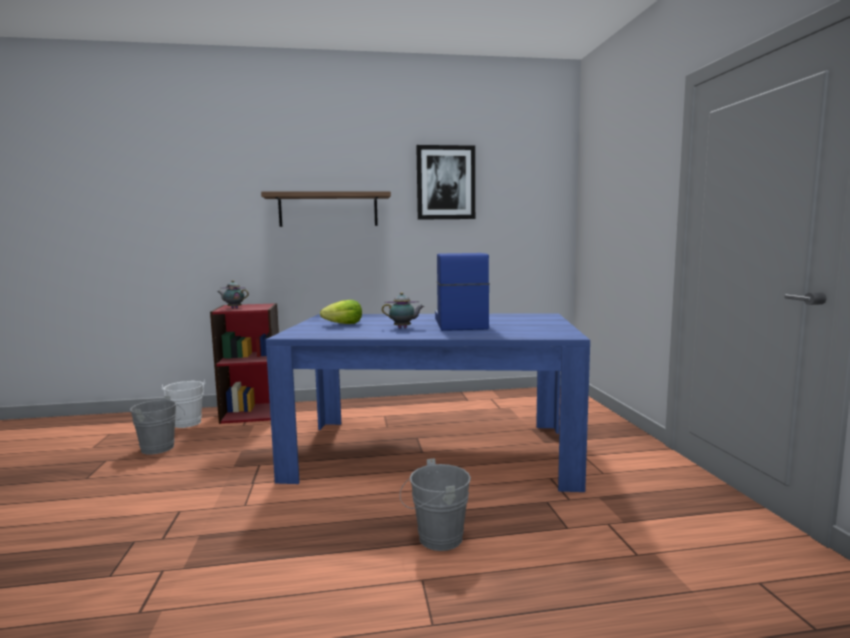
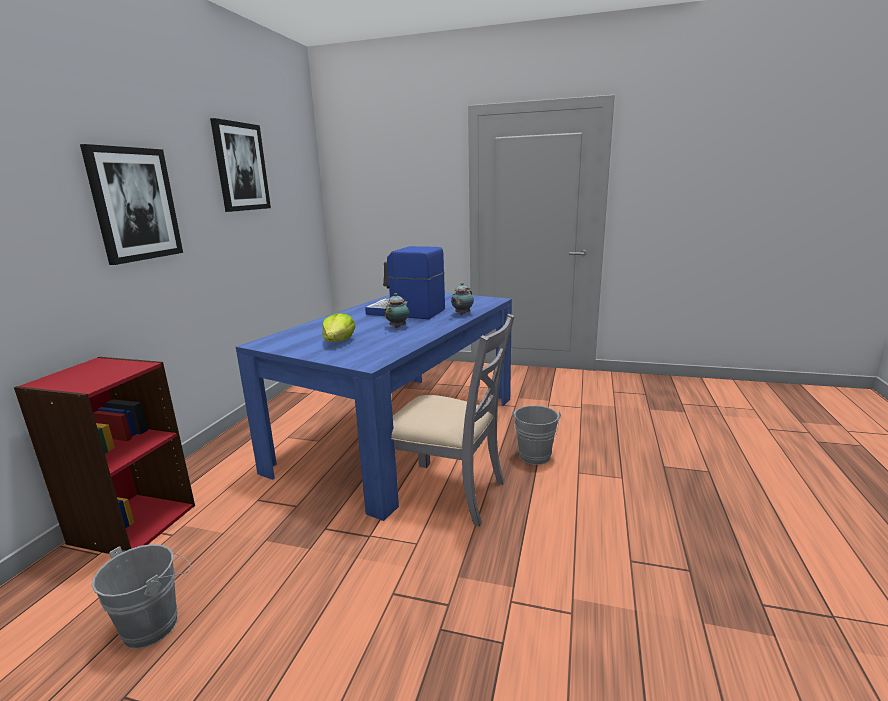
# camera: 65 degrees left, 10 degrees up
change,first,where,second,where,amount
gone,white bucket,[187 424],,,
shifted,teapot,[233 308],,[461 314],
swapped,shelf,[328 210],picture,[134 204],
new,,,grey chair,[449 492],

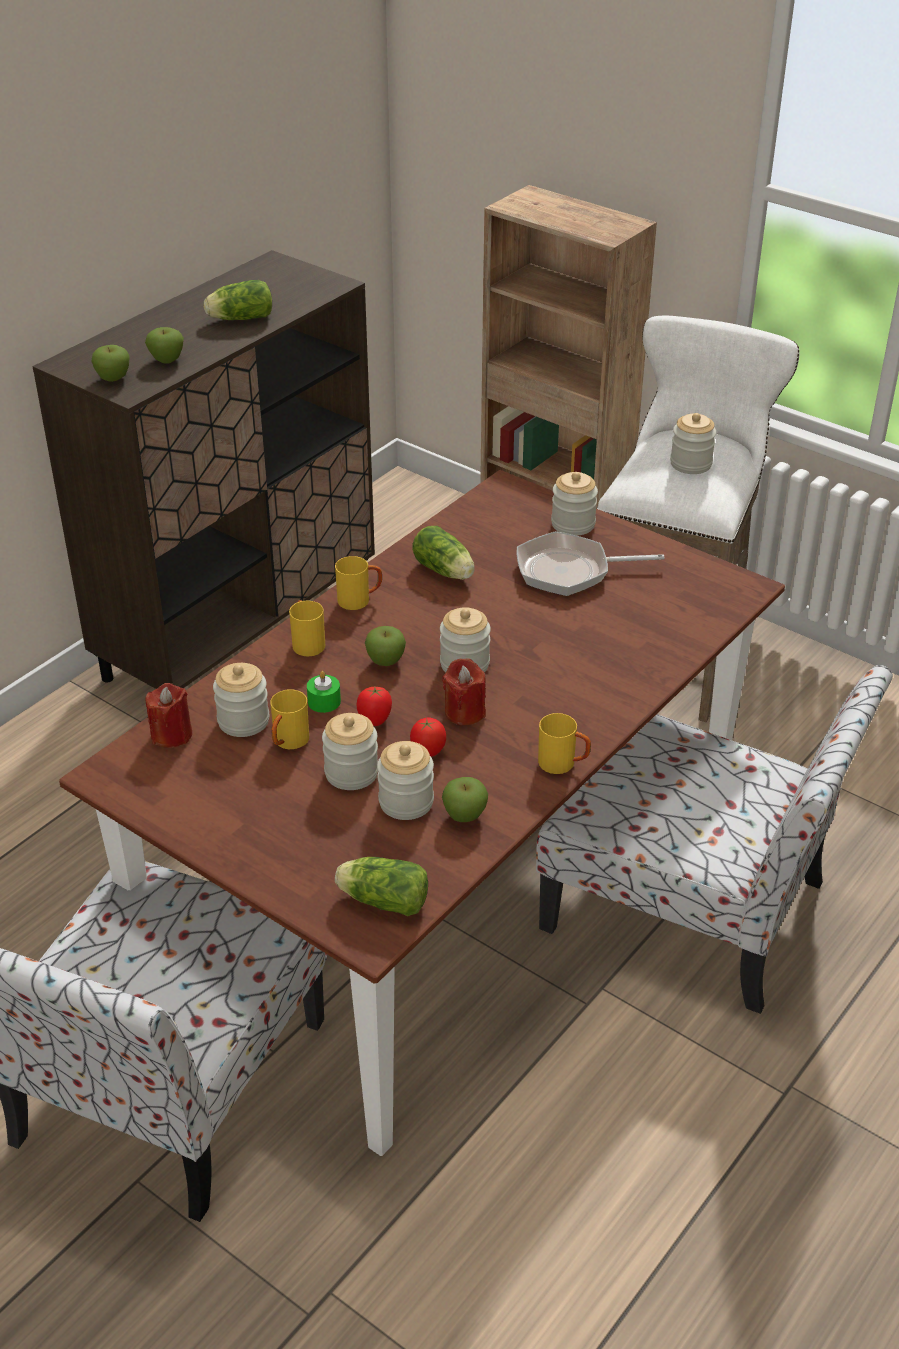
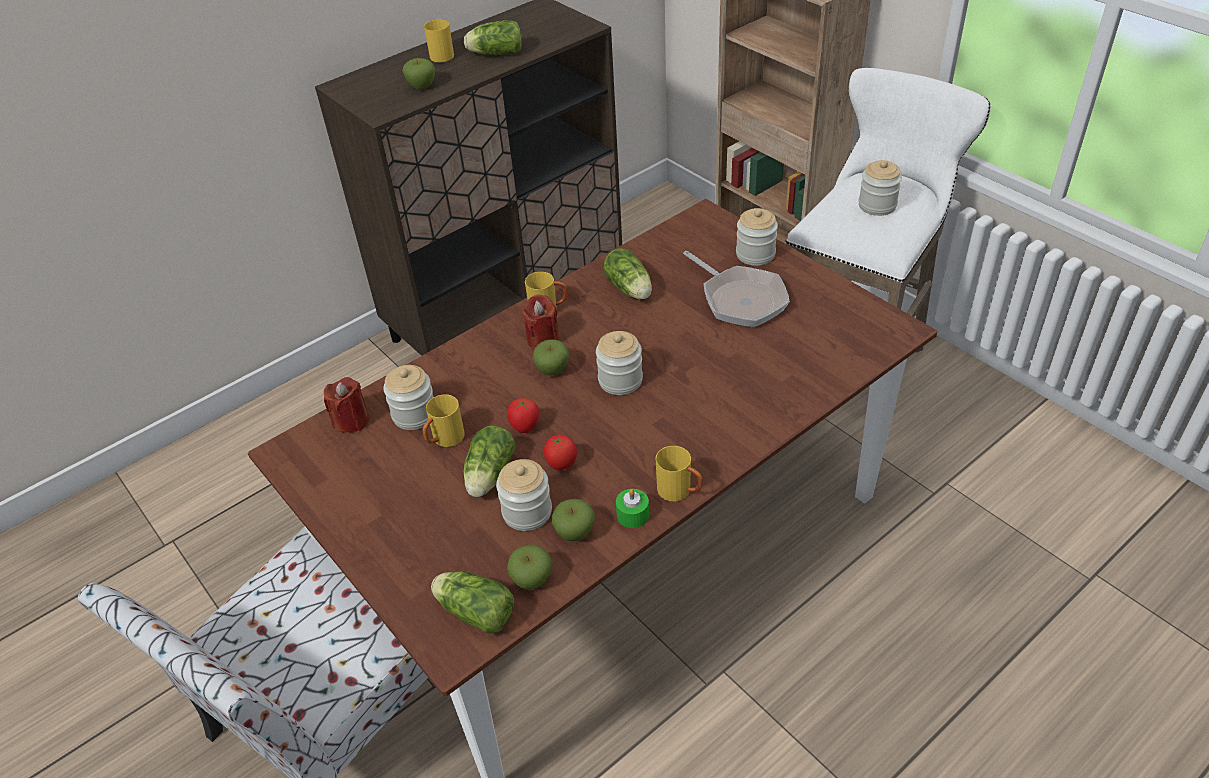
# camera: 15 degrees right, 5 degrees up
change,first,where,second,where,amount
shifted,apple,[113 378],,[532 580],
shifted,yellow mug,[307 643],,[442 55],
shifted,green candle,[324 701],,[632 515],
swapped,jar,[351 773],lettuce,[489 476],
shifted,red candle,[464 712],,[543 339],
rotated,frying pan,[570 571],,[740 299],135 degrees counterclockwise
gone,chair,[691 908],,,

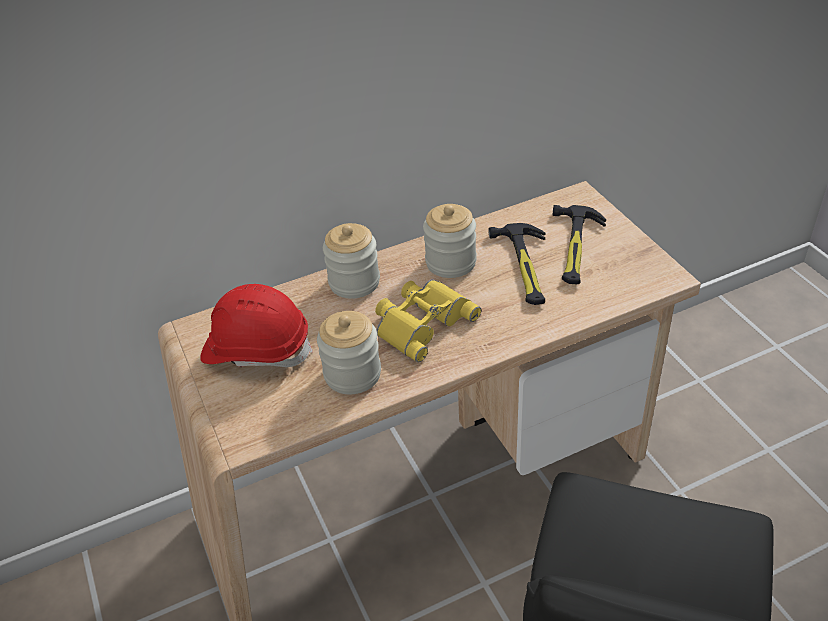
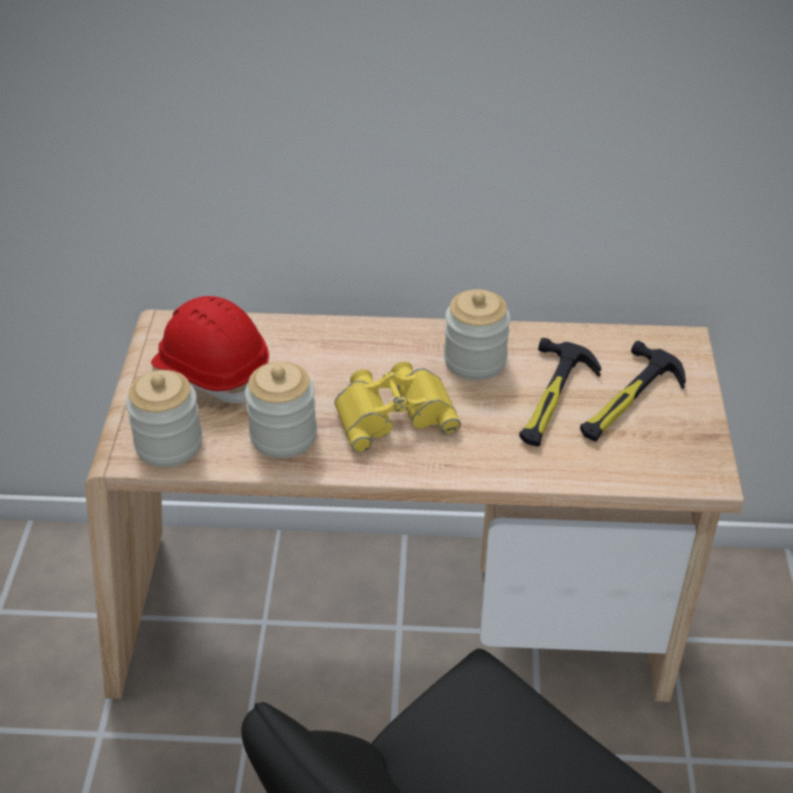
# camera: 25 degrees right, 0 degrees up
change,first,where,second,where,amount
shifted,jar,[354 282],,[169 444],

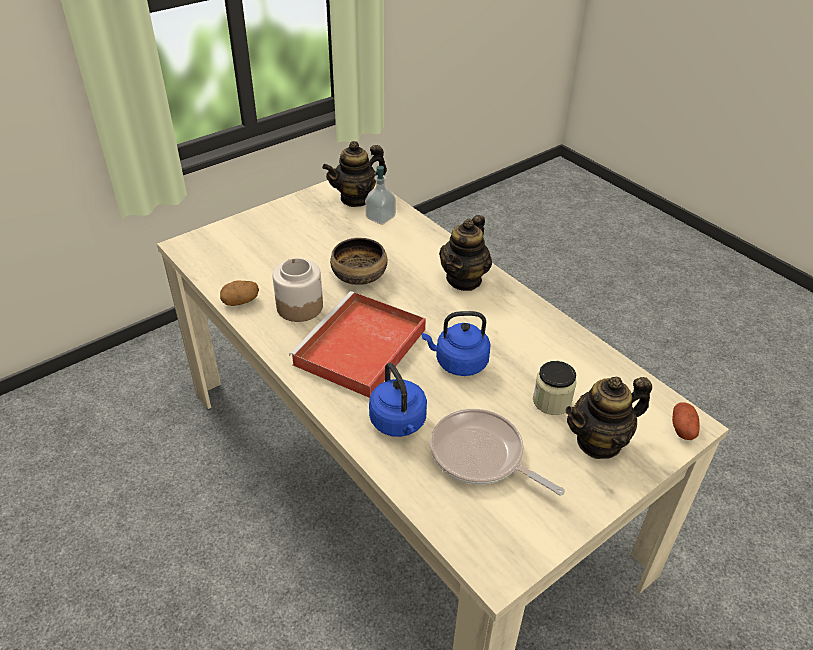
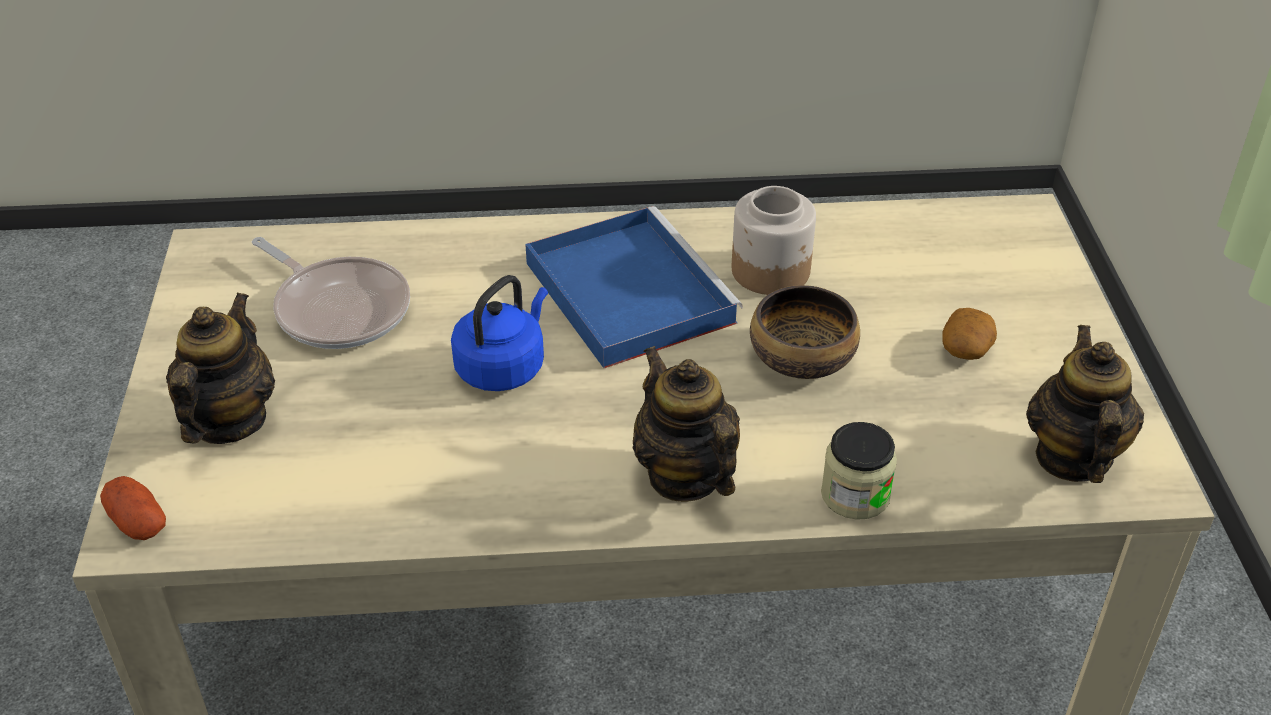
# camera: 125 degrees right, 0 degrees up
change,first,where,second,where,amount
shifted,potato,[241 300],,[966 349],
repainted,red tray,[359 349],blue tray,[626 290],
gone,soap dispenser,[380 218],,,
gone,blue kettle,[399 423],,,
rotated,frying pan,[481 456],,[338 308],60 degrees clockwise
shifted,jar,[551 401],,[855 495],

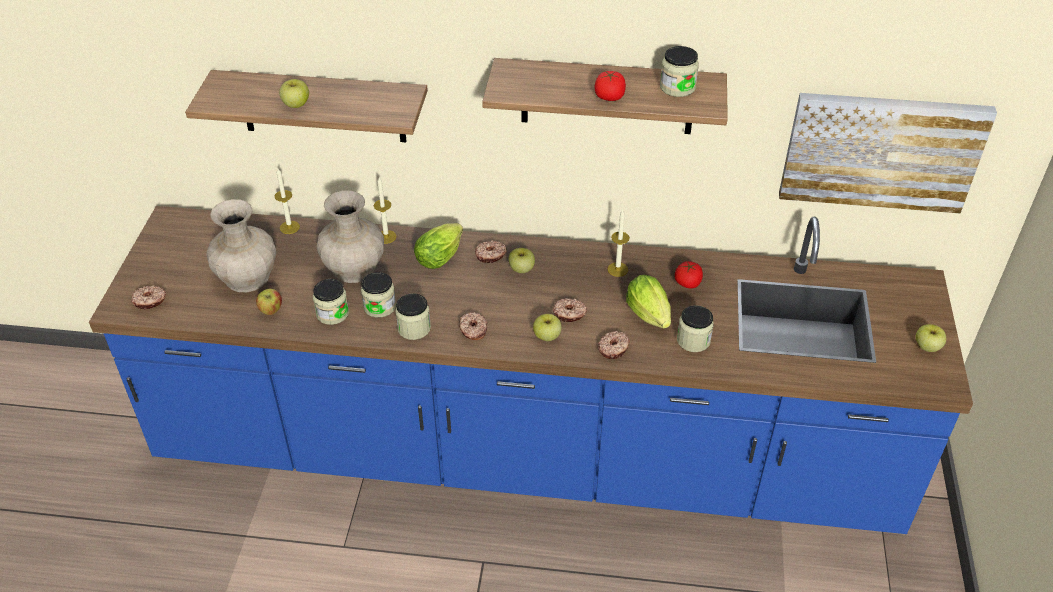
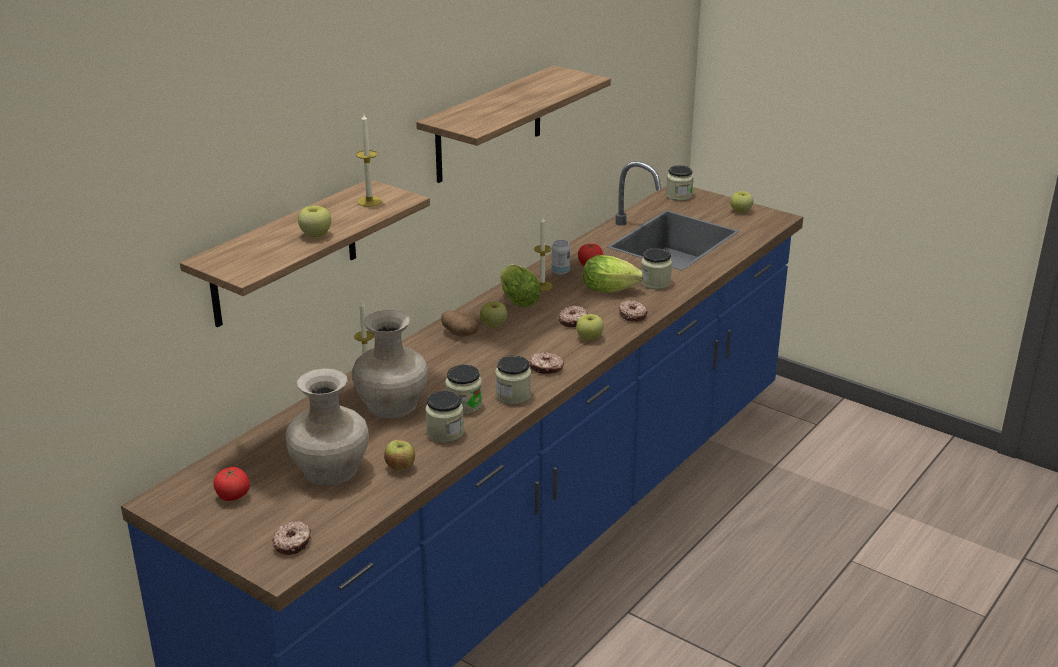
# camera: 60 degrees left, 15 degrees down
change,first,where,second,where,amount
shifted,candle,[289 227],,[369 201],
shifted,lettuce,[441 256],,[516 299],
swapped,donut,[491 255],potato,[458 333],
shifted,tomato,[609 97],,[233 496],
shifted,jar,[677 87],,[678 196],
gone,picture,[881 151],,,
new,,,can,[560 272],

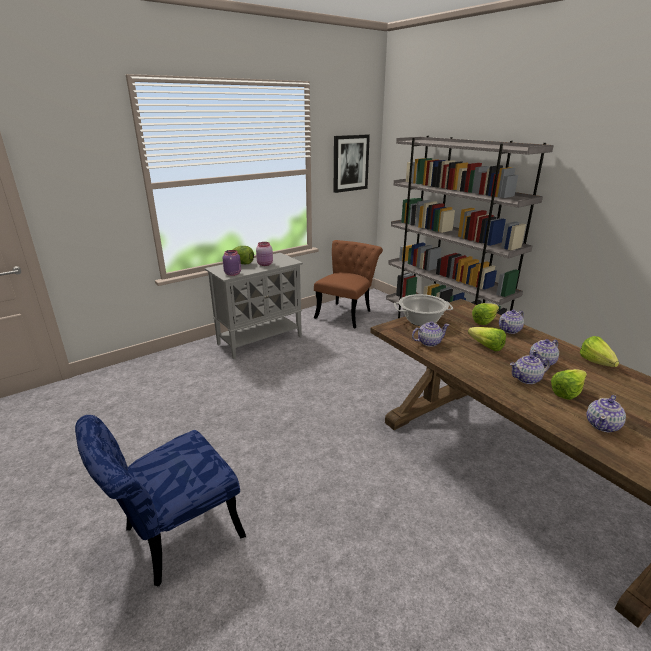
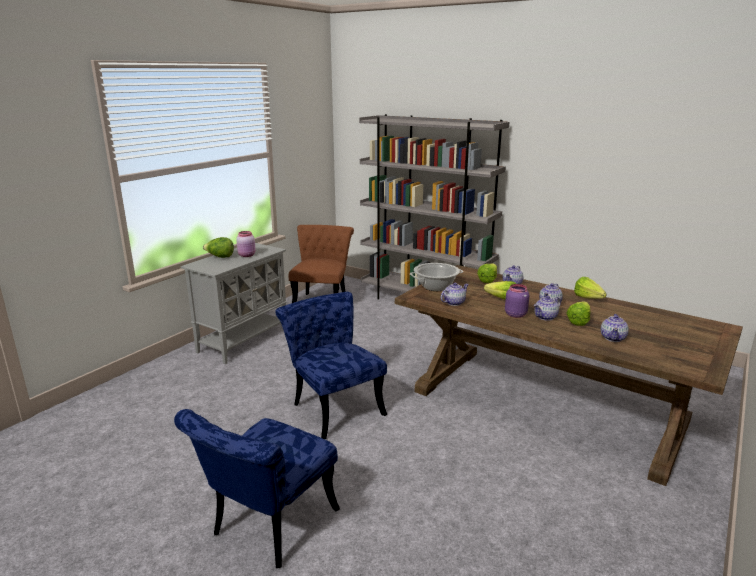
# camera: 20 degrees left, 5 degrees down
change,first,where,second,where,amount
shifted,purple jar,[233 273],,[515 314],
gone,picture,[350 163],,,
new,,,blue chair,[333 406],

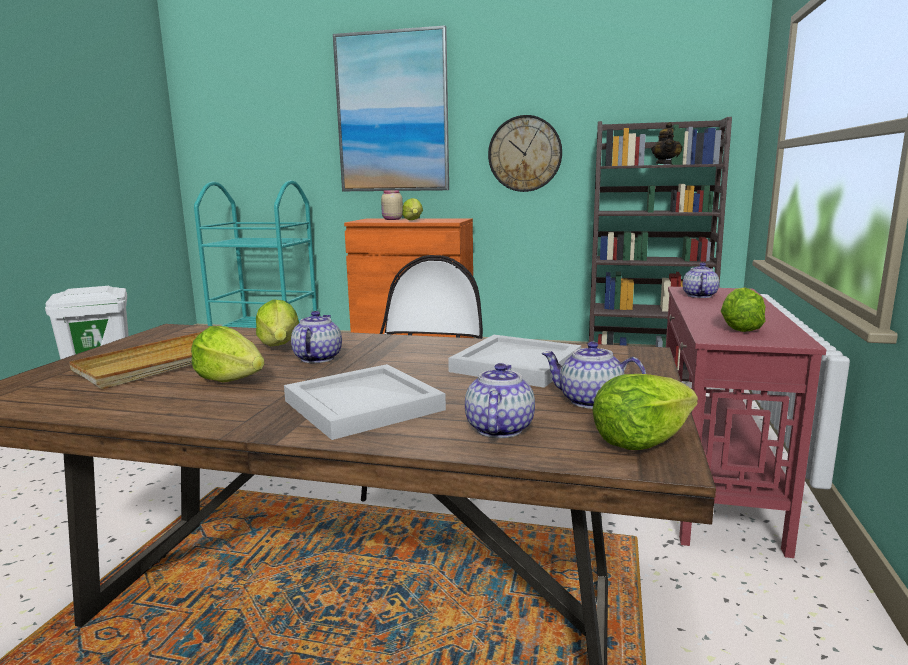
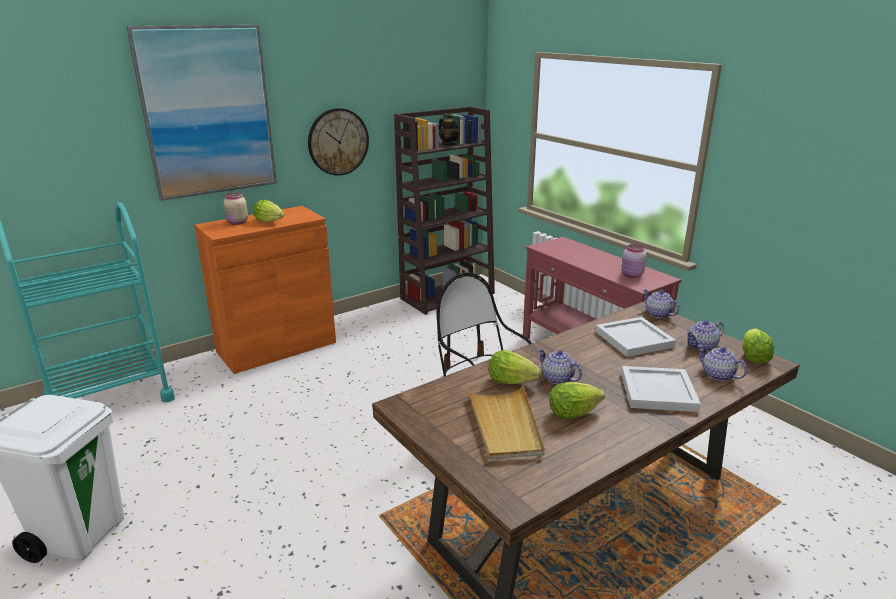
# camera: 50 degrees left, 10 degrees up
change,first,where,second,where,amount
shifted,teapot,[699 295],,[657 314],
swapped,lettuce,[739 328],pink jar,[632 275],

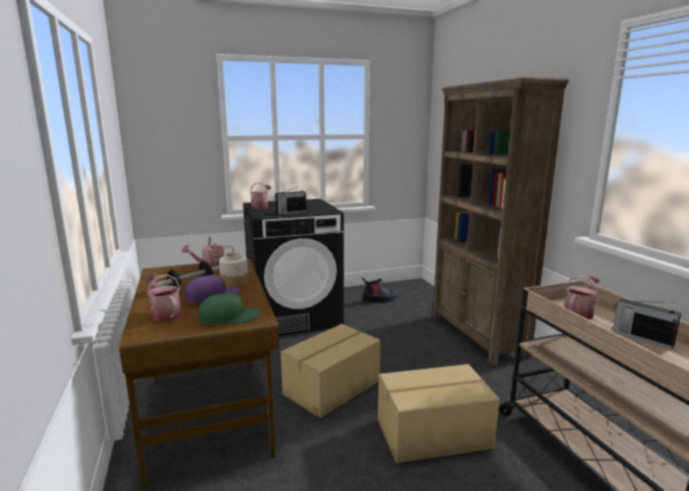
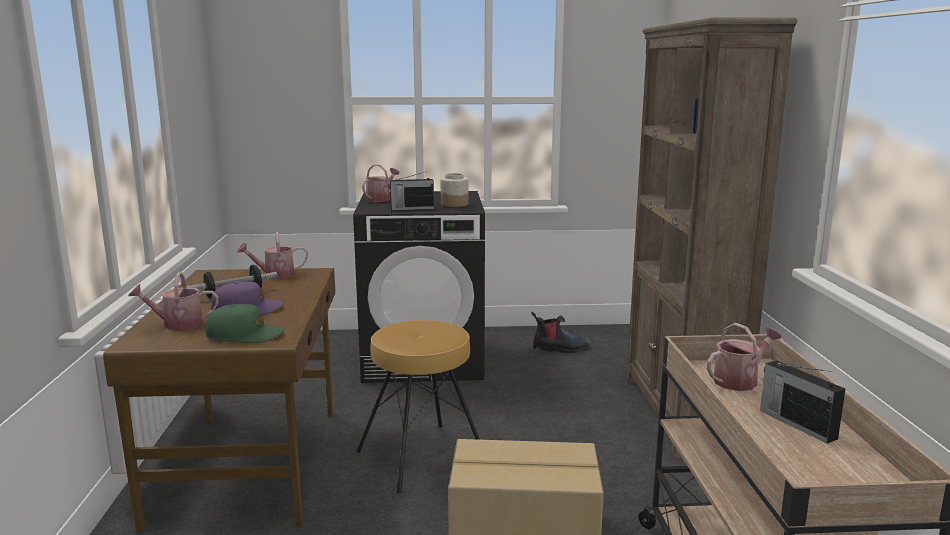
# camera: 15 degrees right, 0 degrees up
change,first,where,second,where,amount
rotated,watering can,[165 314],,[177 324],75 degrees counterclockwise
shifted,jar,[235 282],,[454 204],
swapped,cardboard box,[333 388],brown stool,[422 457],

